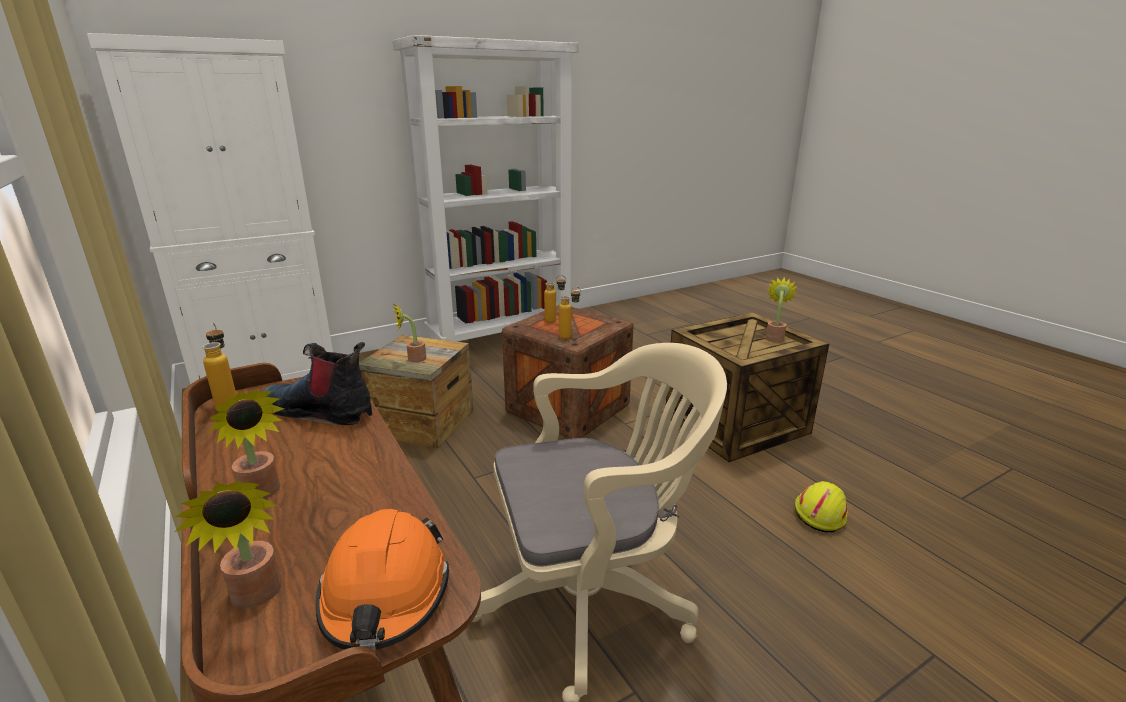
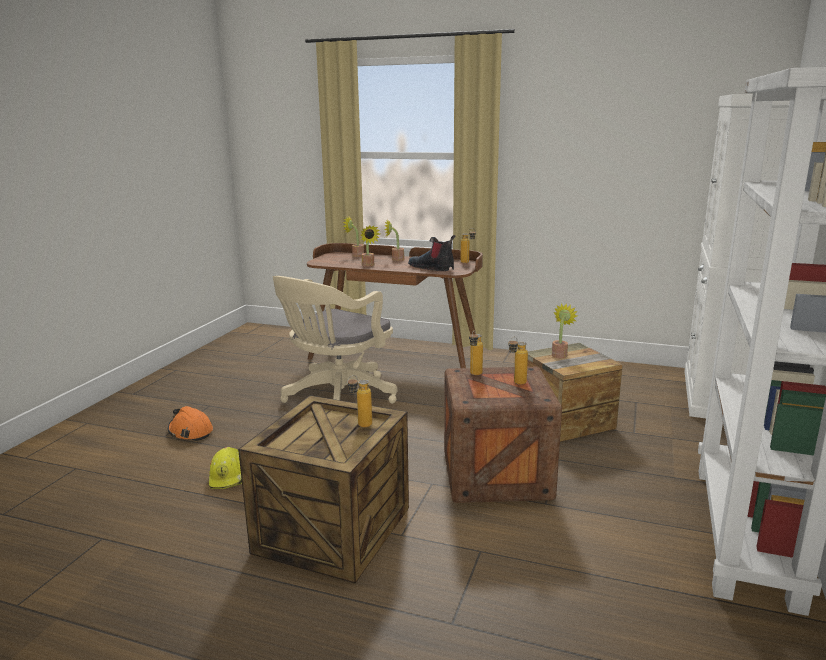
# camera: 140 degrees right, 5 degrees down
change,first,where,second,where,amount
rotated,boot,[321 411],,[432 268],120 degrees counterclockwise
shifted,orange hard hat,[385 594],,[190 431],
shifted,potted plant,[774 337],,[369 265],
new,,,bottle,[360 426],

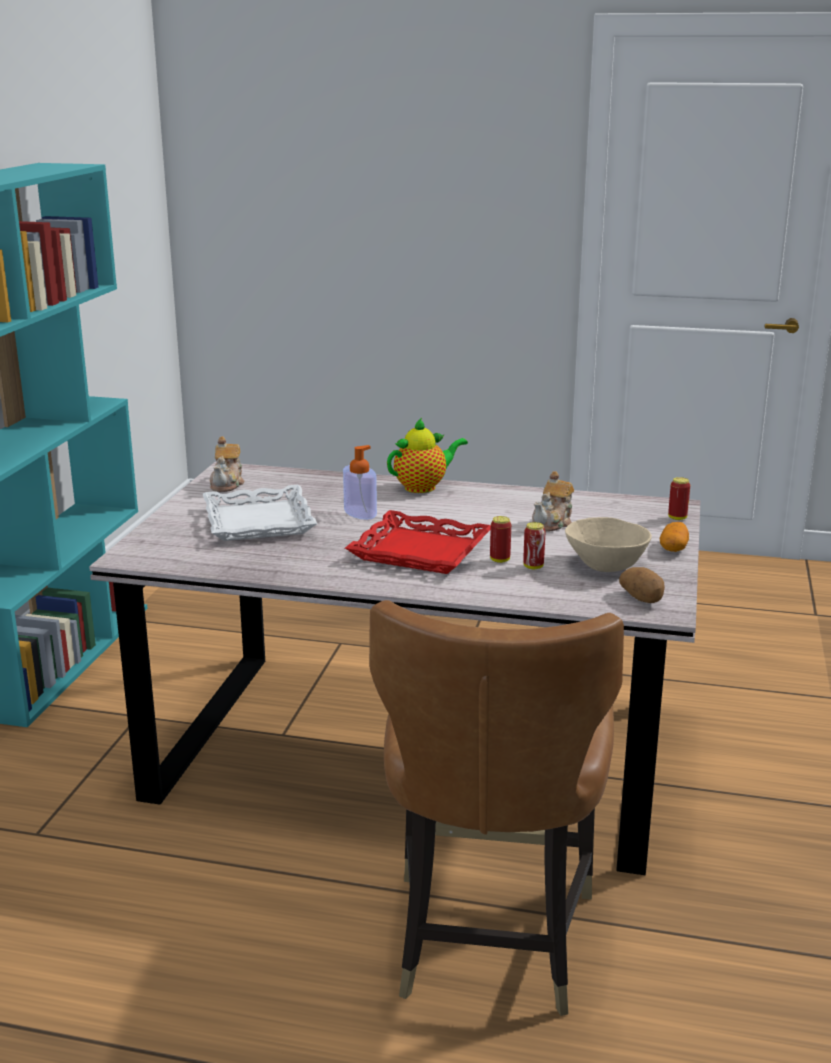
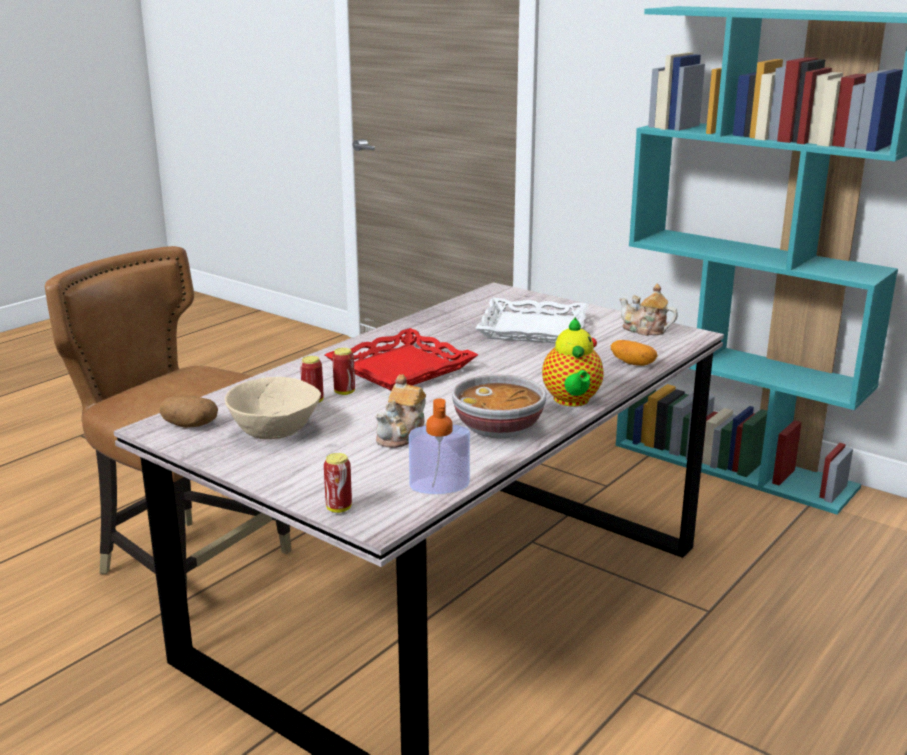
# camera: 115 degrees right, 0 degrees up
change,first,where,second,where,amount
shifted,soap dispenser,[360 512],,[439 485],
rotated,teapot,[553 523],,[402 436],120 degrees counterclockwise
shifted,potato,[673 548],,[633 363],
new,,,bowl,[499 429],

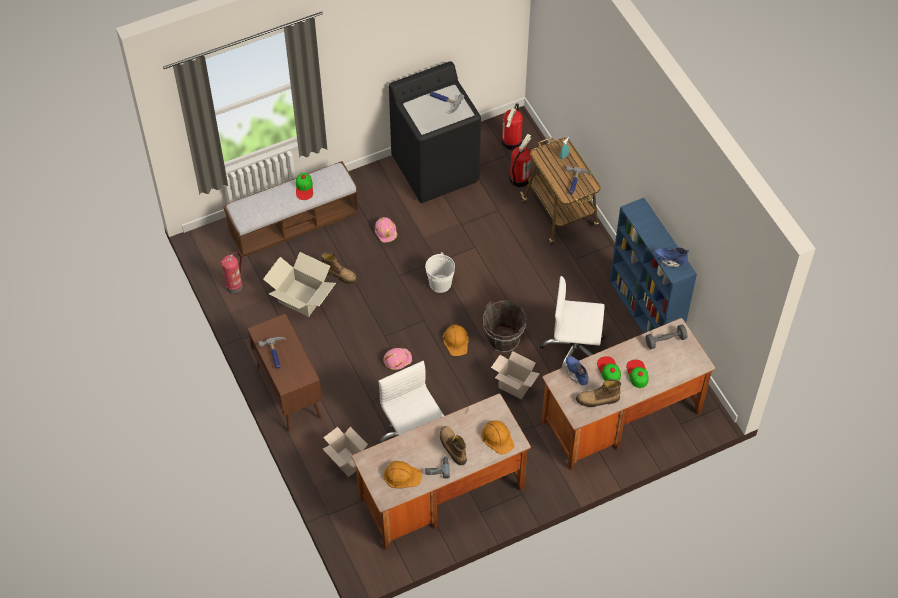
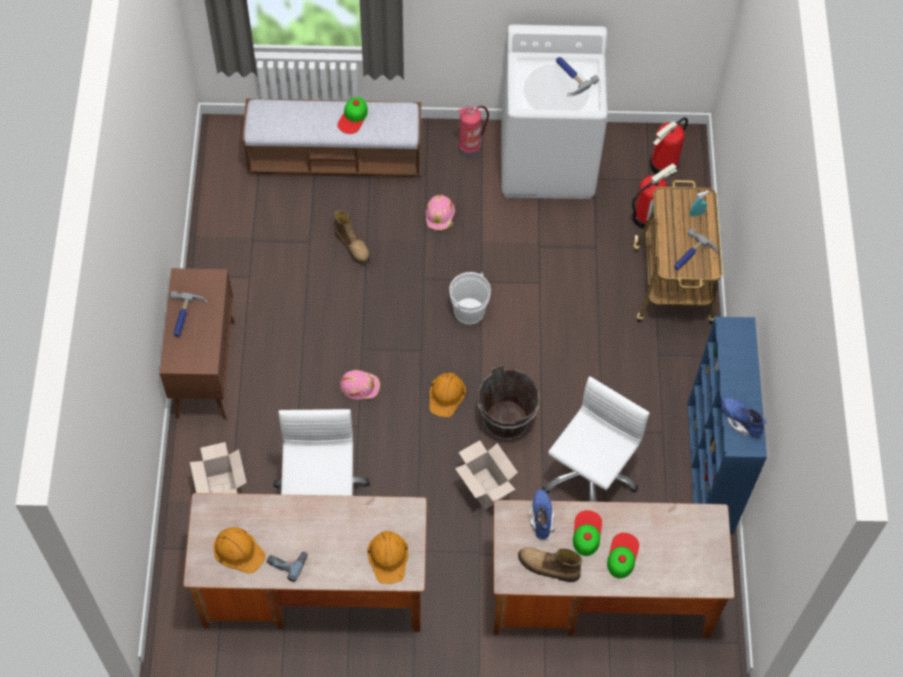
# camera: 25 degrees right, 5 degrees up
change,first,where,second,where,amount
shifted,fire extinguisher,[234 285],,[470 148],
gone,cardboard box,[302 297],,,
repainted,black washing machine,[436 169],white washing machine,[548 161],
gone,boot,[452 447],,,
rotated,white office chair,[574 351],,[588 476],90 degrees clockwise
gone,grey dumbbell,[665 341],,,

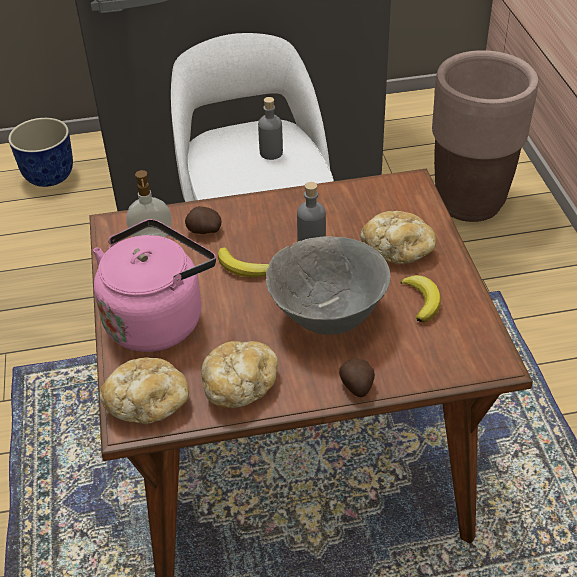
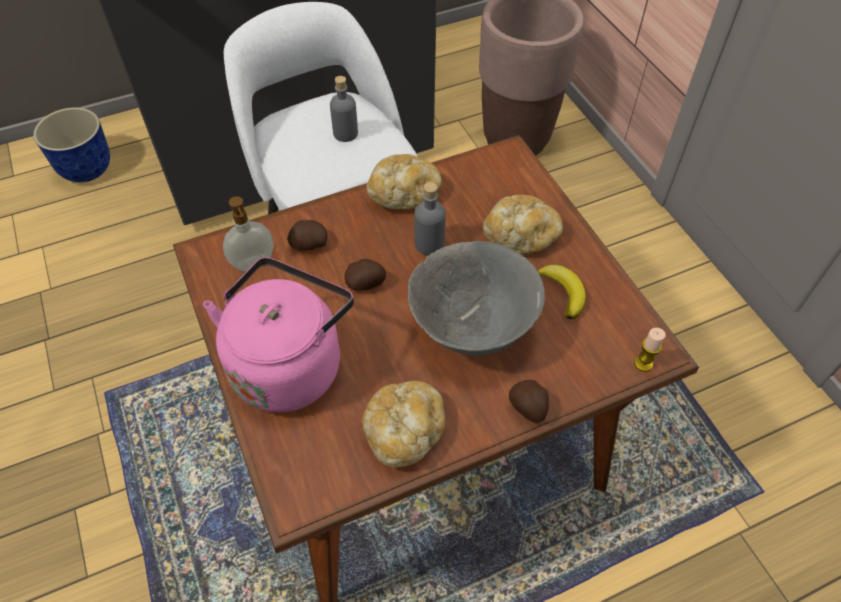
# camera: 15 degrees left, 10 degrees up
change,first,where,second,where,amount
shifted,bread,[148 403],,[404 194],
swapped,banana,[244 268],potato,[366 284],
new,,,candle,[643 363],

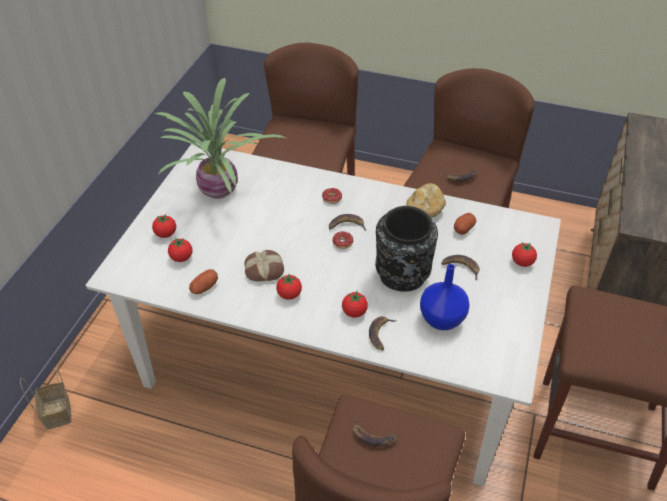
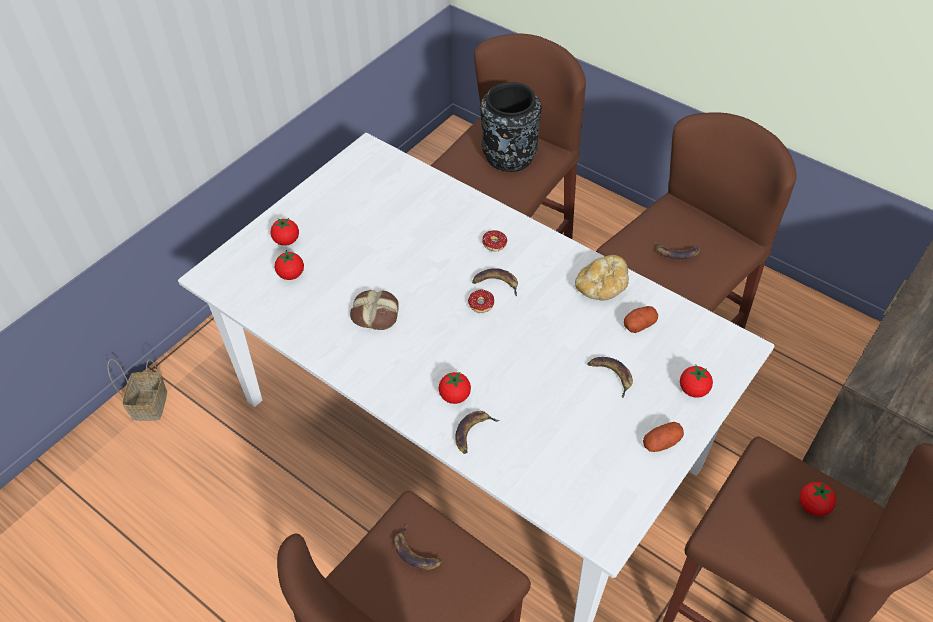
# camera: 20 degrees right, 5 degrees up
change,first,where,second,where,amount
gone,potted plant,[221 190],,,
shifted,potato,[204 287],,[661 443],
shifted,tomato,[289 294],,[813 506],
shifted,black vase,[402 276],,[509 157],
gone,blue vase,[442 320],,,

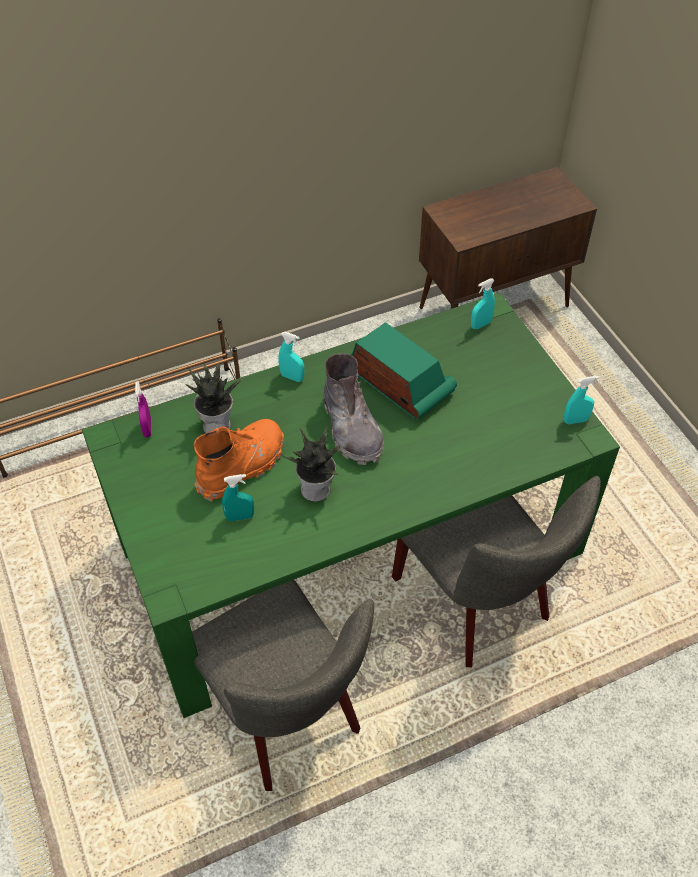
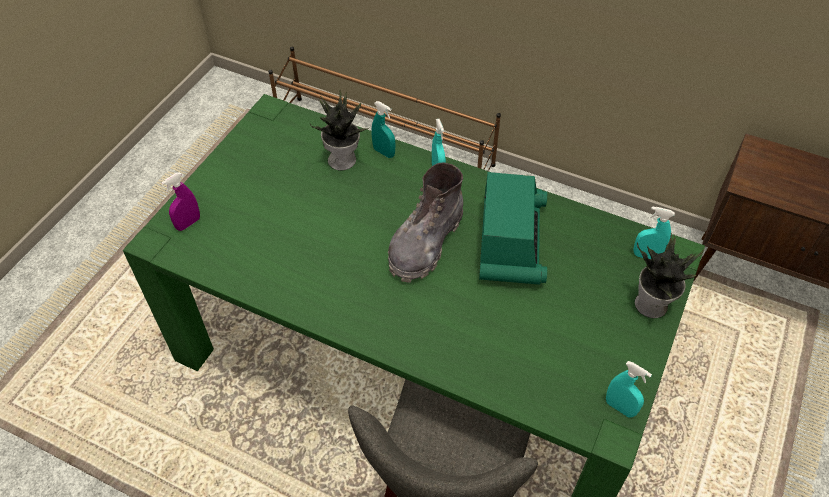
# camera: 50 degrees right, 0 degrees up
change,first,where,second,where,amount
shifted,purple spray bottle,[147 429],,[188 223],
gone,grey chair,[286 716],,,
gone,orange boot,[242 466],,,
shifted,turquoise spray bottle,[240 517],,[384 152],
shifted,potted plant,[317 489],,[652 305],

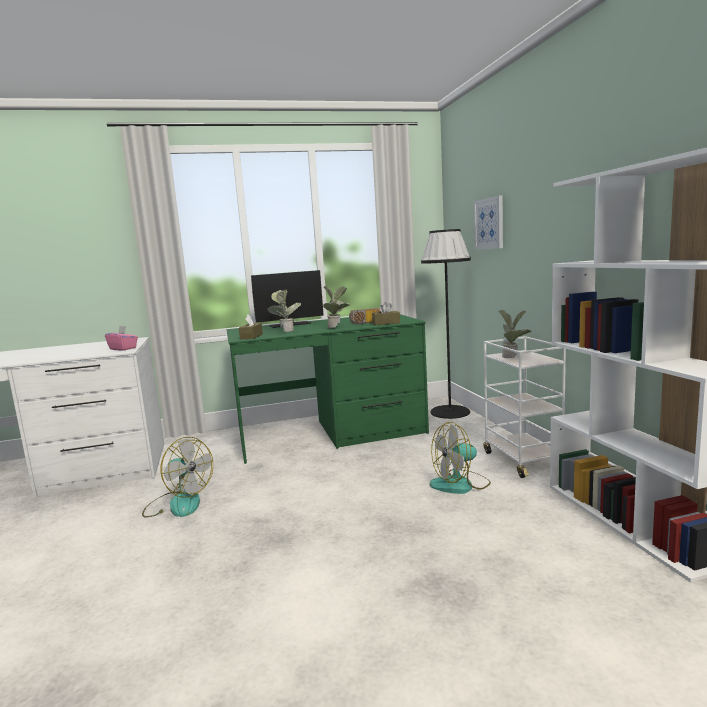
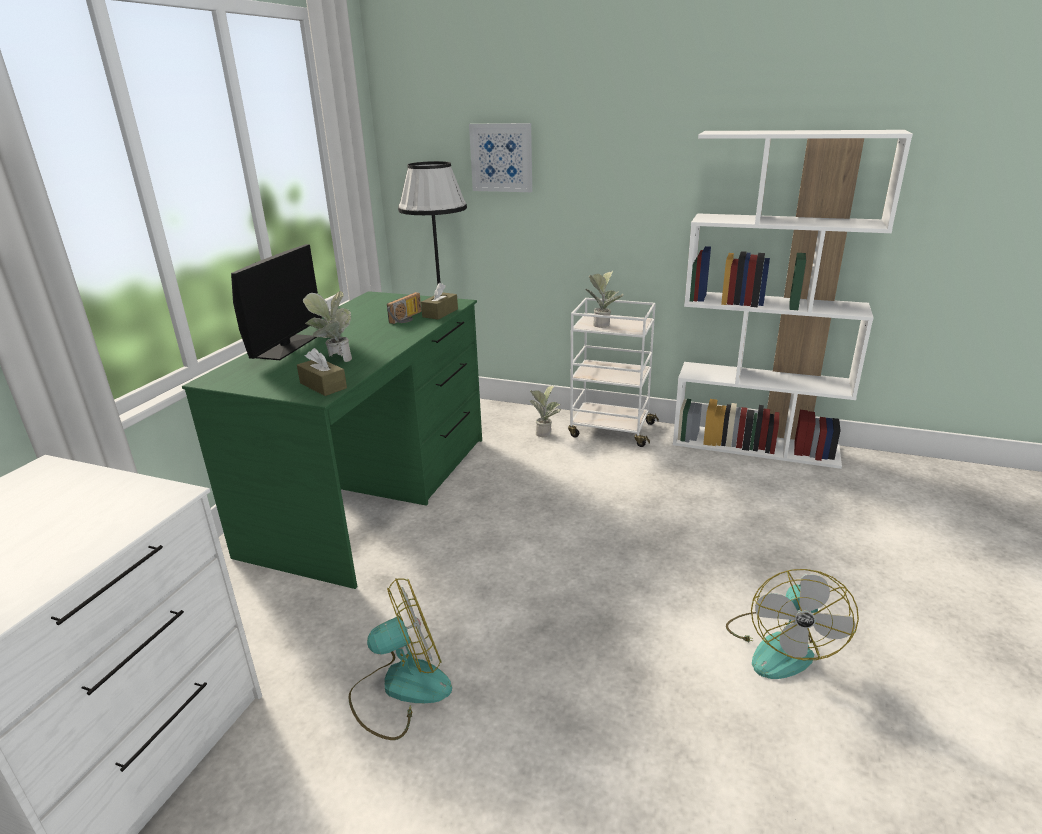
# camera: 55 degrees left, 15 degrees up
change,first,where,second,where,amount
gone,pink tissue box,[123 348],,,
shifted,potted plant,[337 327],,[545 432],
shifted,fan,[460 484],,[780 646],

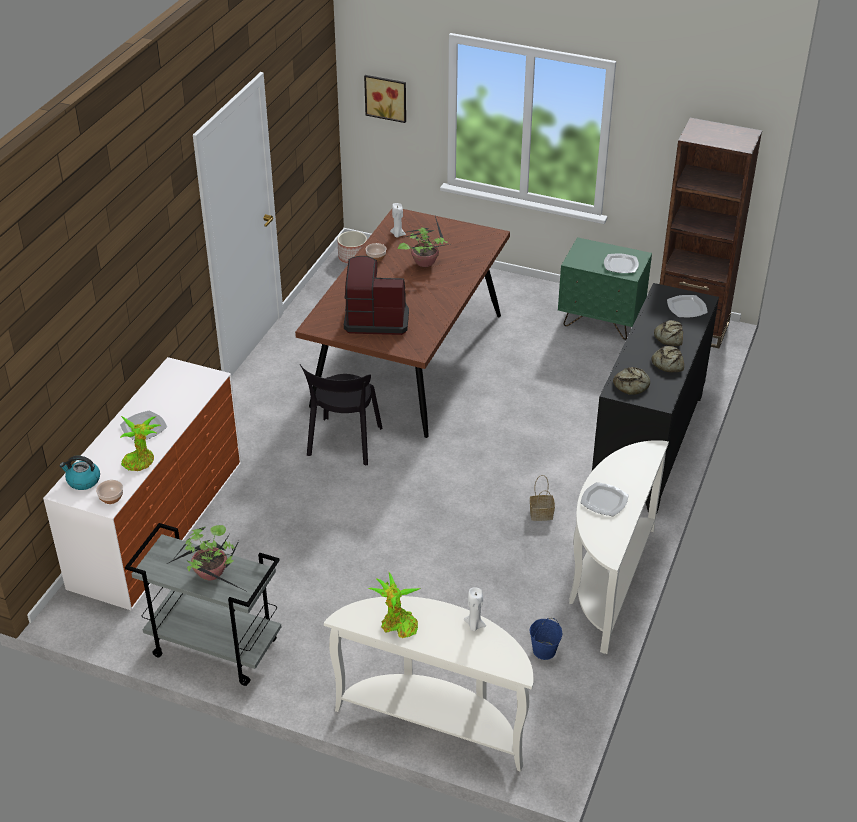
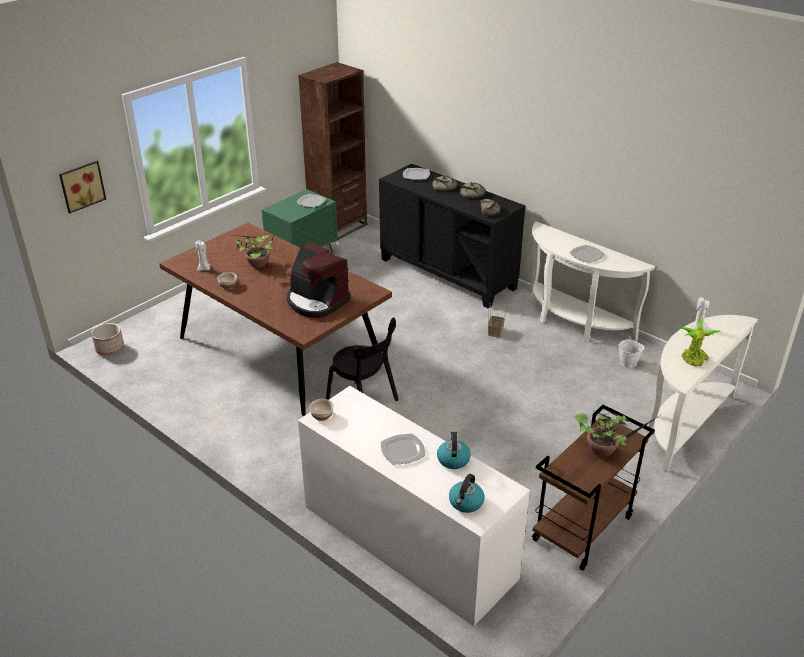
# camera: 70 degrees left, 5 degrees down
change,first,where,second,where,amount
shifted,bowl,[111 498],,[322 415],
swapped,potted plant,[141 461],kettle,[453 459],
repainted,grey cart,[213 648],brown cart,[582 530],
rotated,coffee machine,[376 319],,[316 301],75 degrees counterclockwise
repainted,blue bucket,[544 651],white bucket,[628 363],

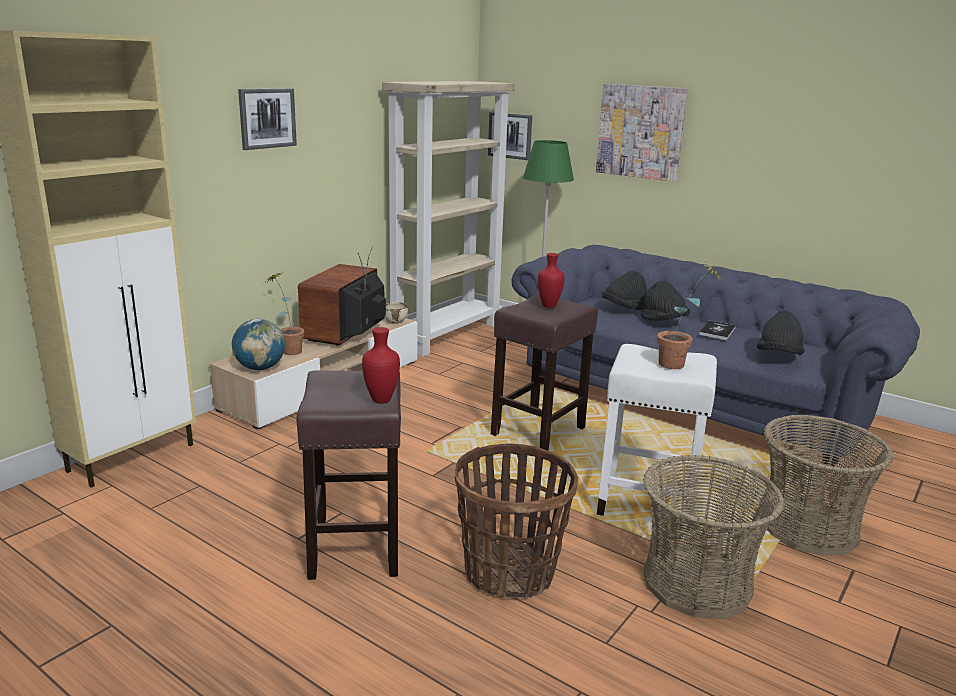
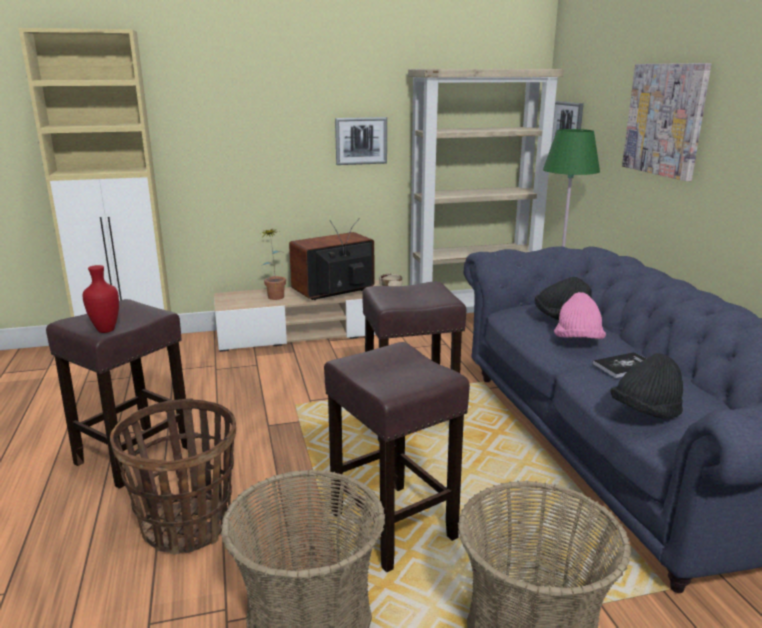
# camera: 40 degrees right, 0 degrees up
change,first,where,second,where,amount
gone,globe,[260 368],,,
shifted,picture,[267 118],,[361 141],
gone,red vase,[548 306],,,
repainted,white stool,[648 505],brown stool,[394 527],
repainted,black hat,[663 322],pink hat,[577 341],
gone,potted plant,[679 365],,,

